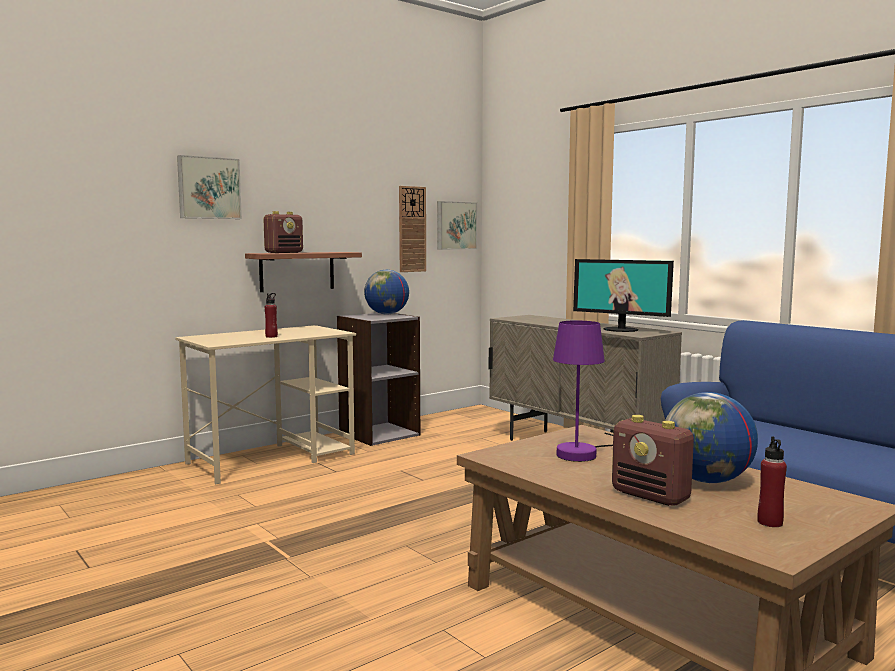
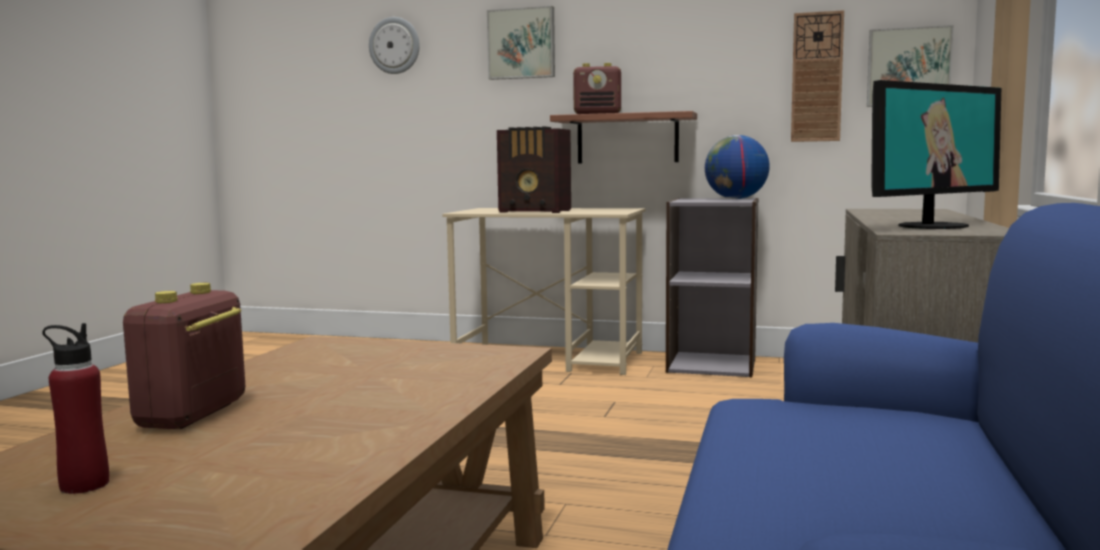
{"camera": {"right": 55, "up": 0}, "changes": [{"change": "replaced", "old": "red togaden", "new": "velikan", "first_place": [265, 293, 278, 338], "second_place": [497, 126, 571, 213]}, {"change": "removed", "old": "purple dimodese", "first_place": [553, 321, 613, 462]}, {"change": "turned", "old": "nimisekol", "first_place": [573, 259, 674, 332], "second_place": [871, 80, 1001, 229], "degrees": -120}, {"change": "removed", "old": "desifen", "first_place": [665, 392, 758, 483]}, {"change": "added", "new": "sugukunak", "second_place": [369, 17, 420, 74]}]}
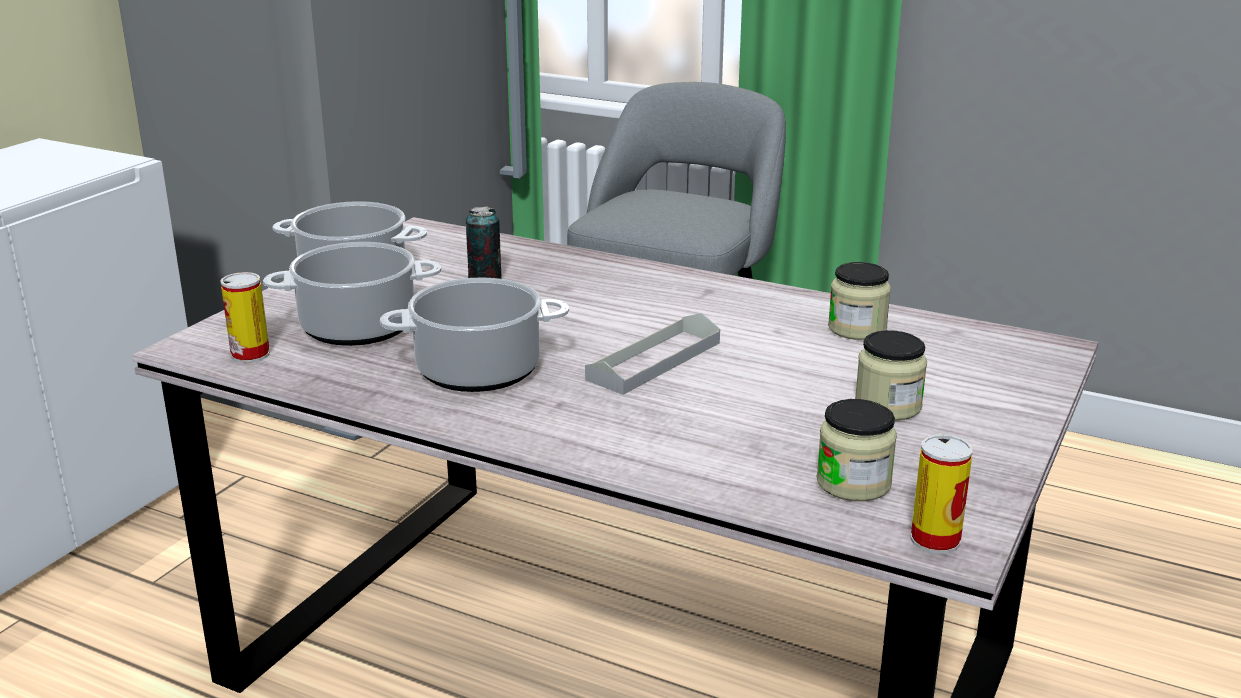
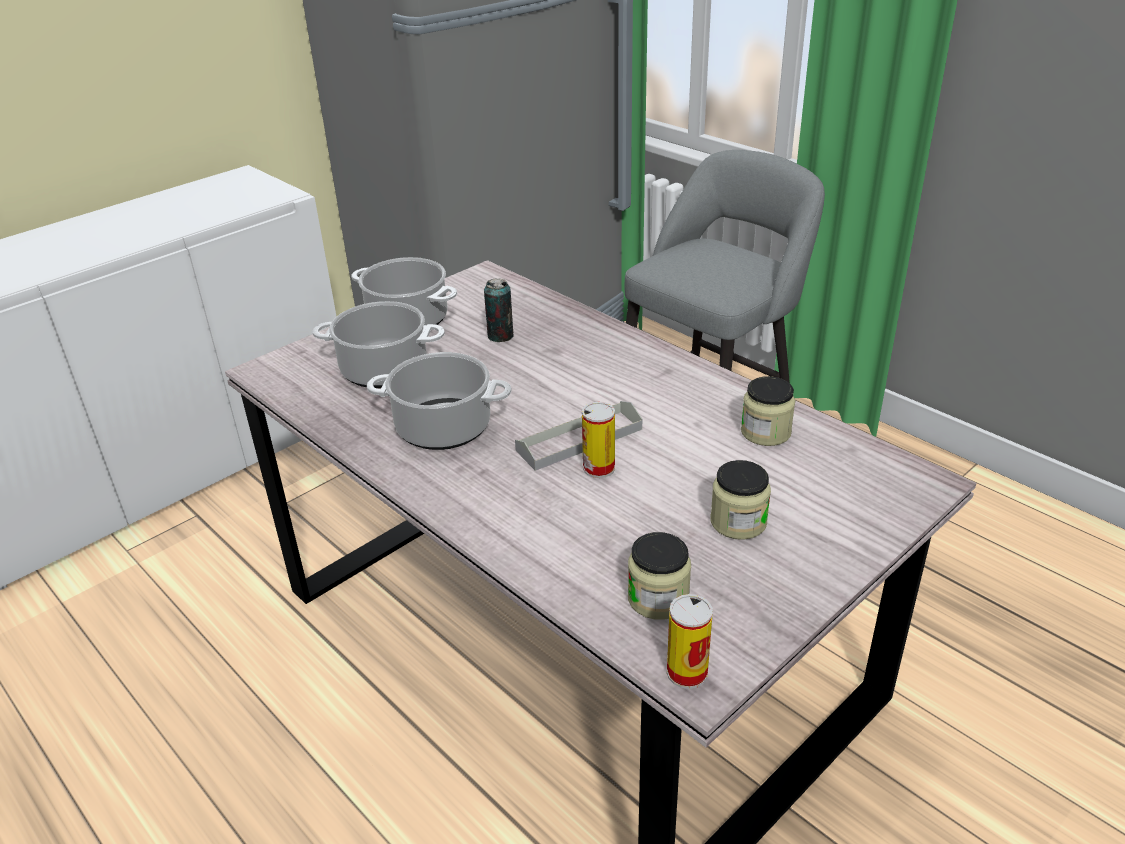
{"camera": {"right": 20, "up": 10}, "changes": [{"change": "moved", "old": "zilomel", "first_place": [220, 272, 270, 363], "second_place": [582, 402, 615, 478]}]}
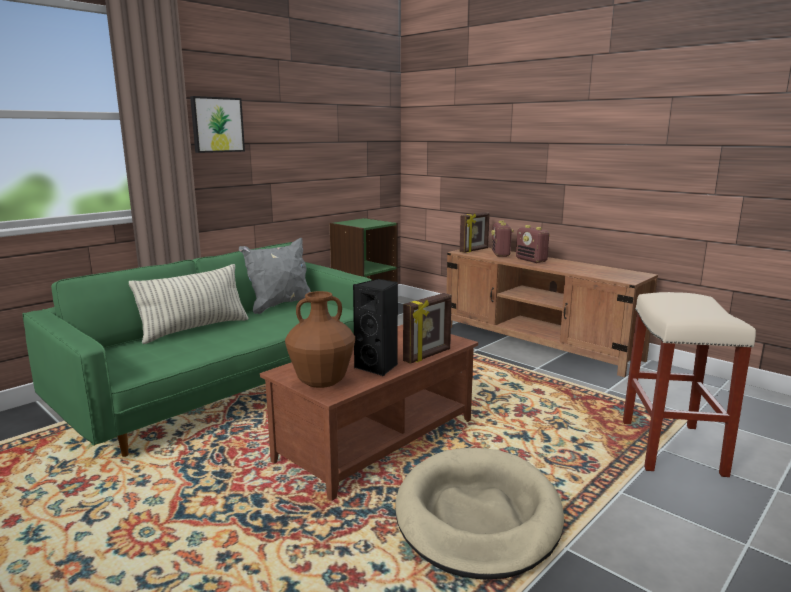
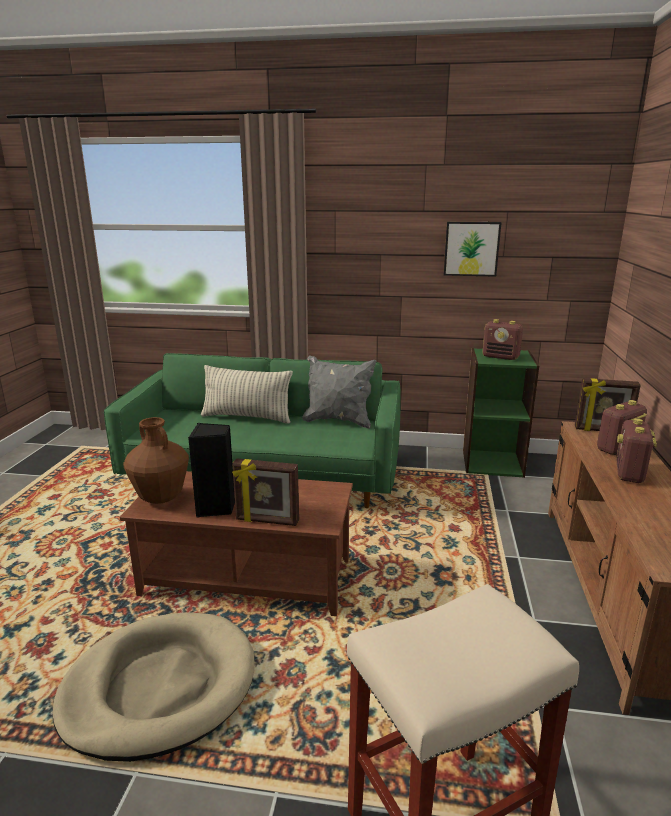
{"camera": {"right": 55, "up": 5}, "changes": [{"change": "moved", "old": "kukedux", "first_place": [190, 96, 245, 153], "second_place": [444, 222, 502, 277]}, {"change": "added", "new": "velikan", "second_place": [483, 319, 523, 360]}]}
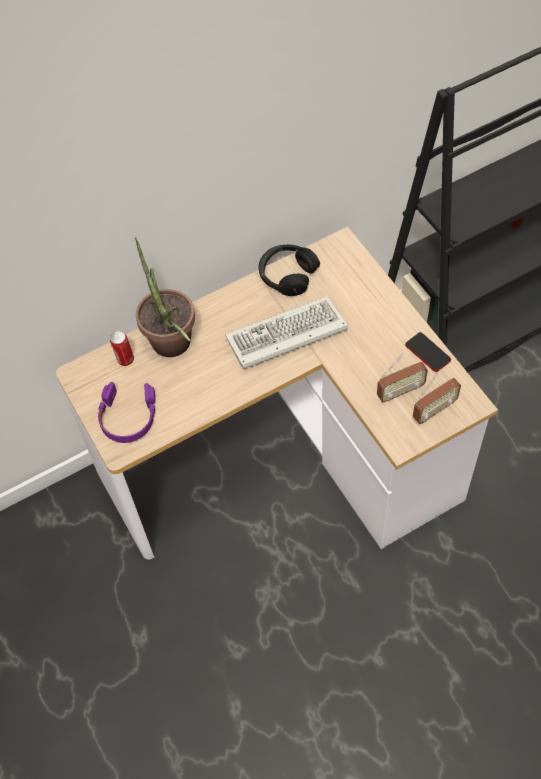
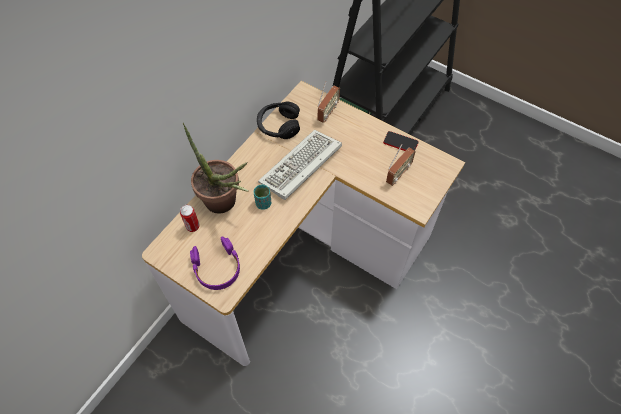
{"camera": {"right": -30, "up": 0}, "changes": [{"change": "moved", "old": "velikan", "first_place": [413, 373, 461, 424], "second_place": [317, 81, 340, 123]}, {"change": "added", "new": "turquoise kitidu", "second_place": [254, 185, 271, 210]}]}
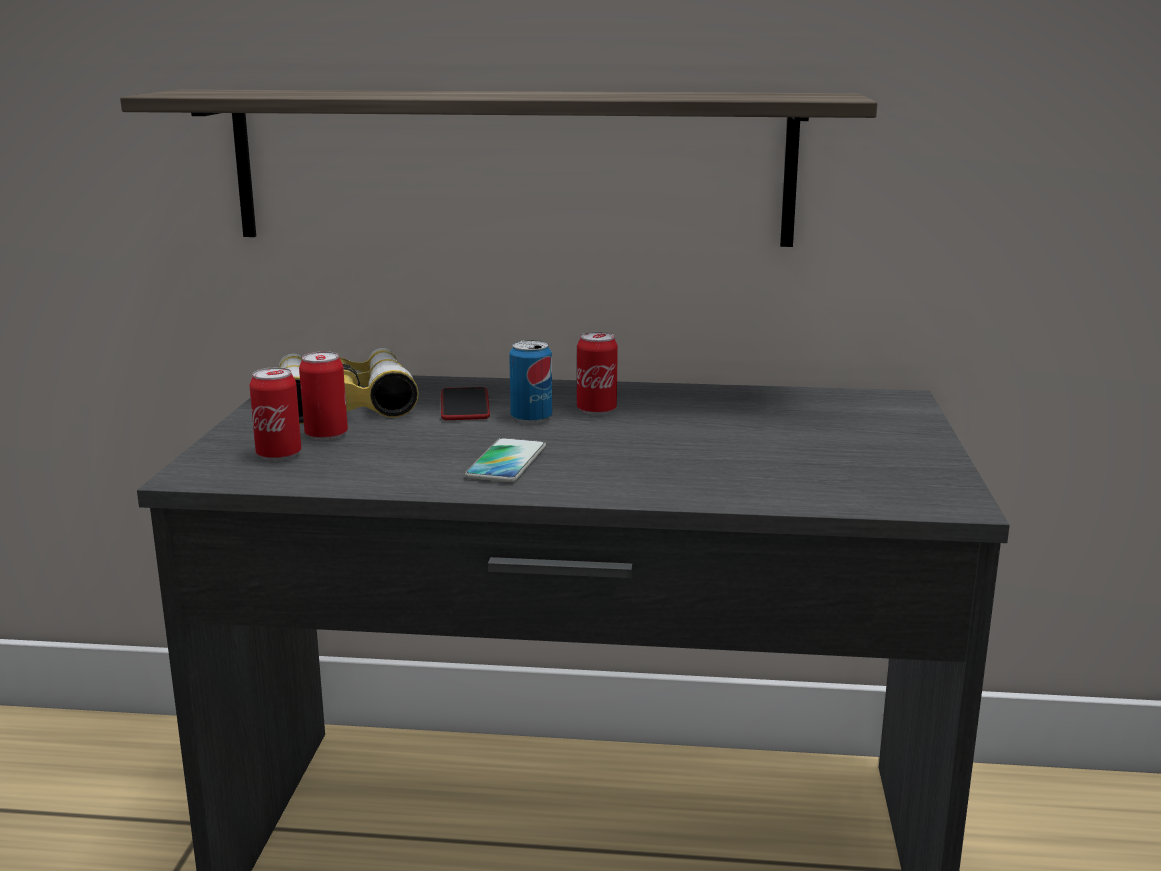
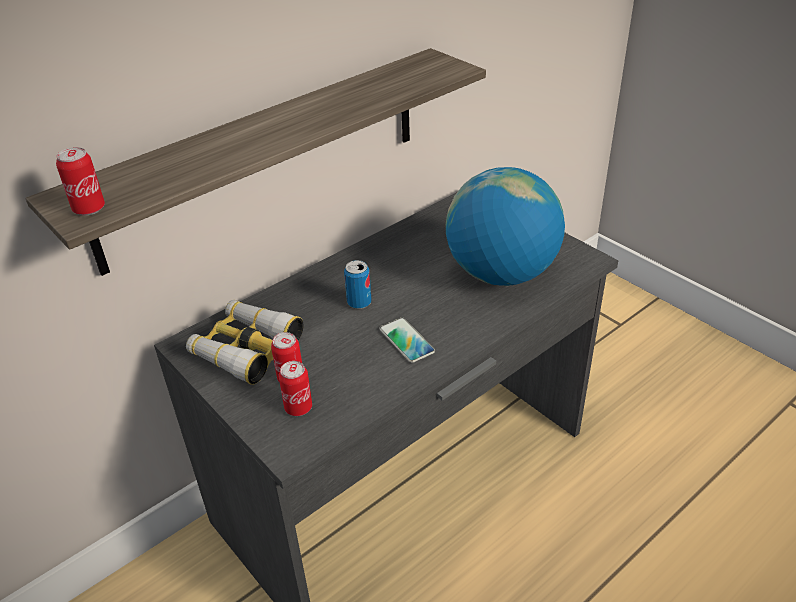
{"camera": {"right": -45, "up": 20}, "changes": [{"change": "removed", "old": "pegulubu", "first_place": [441, 387, 490, 420]}, {"change": "moved", "old": "zilomel", "first_place": [577, 332, 618, 415], "second_place": [56, 147, 105, 216]}, {"change": "added", "new": "desifen", "second_place": [446, 167, 565, 286]}]}
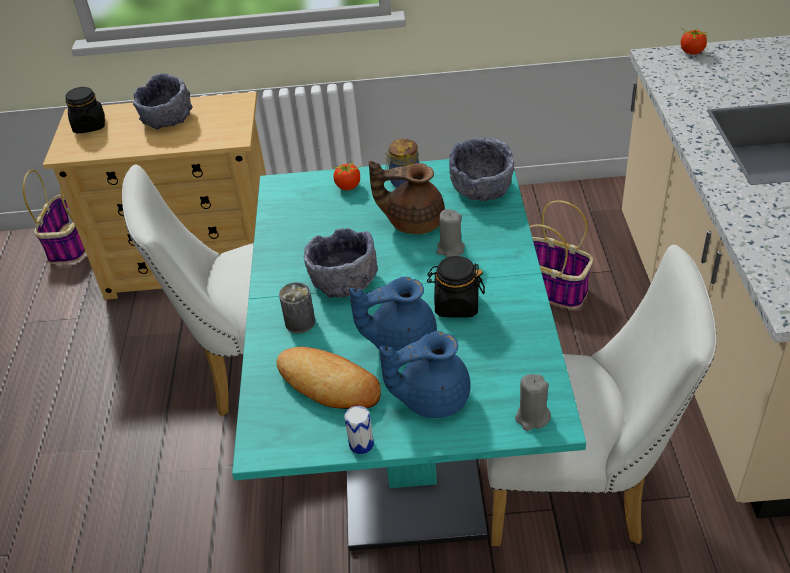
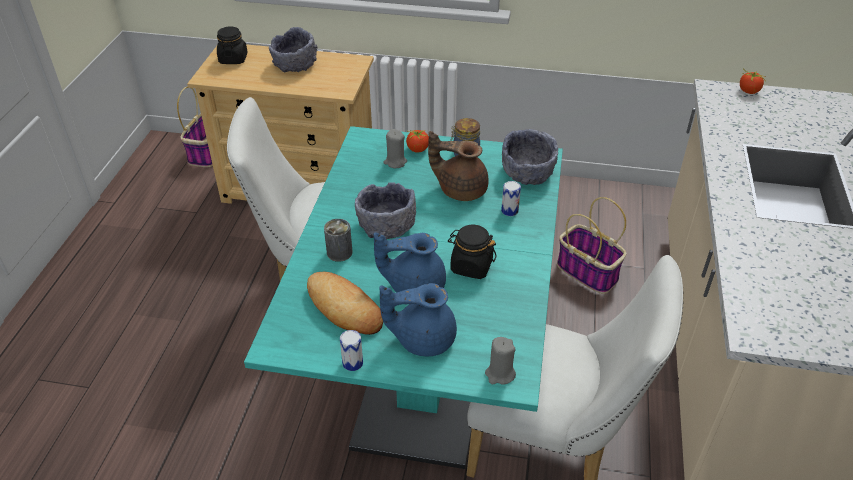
{"camera": {"right": 10, "up": 0}, "changes": [{"change": "moved", "old": "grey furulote", "first_place": [436, 209, 465, 257], "second_place": [383, 129, 407, 168]}, {"change": "added", "new": "zilomel", "second_place": [501, 181, 521, 216]}]}
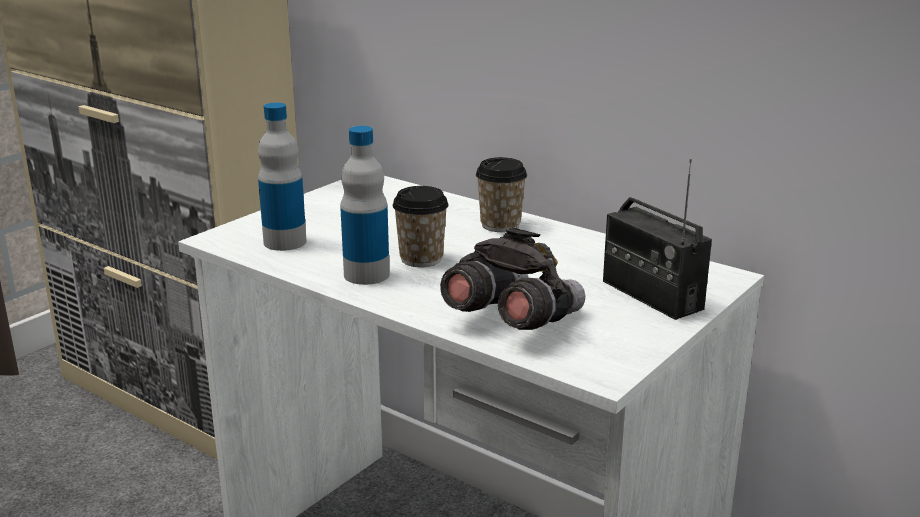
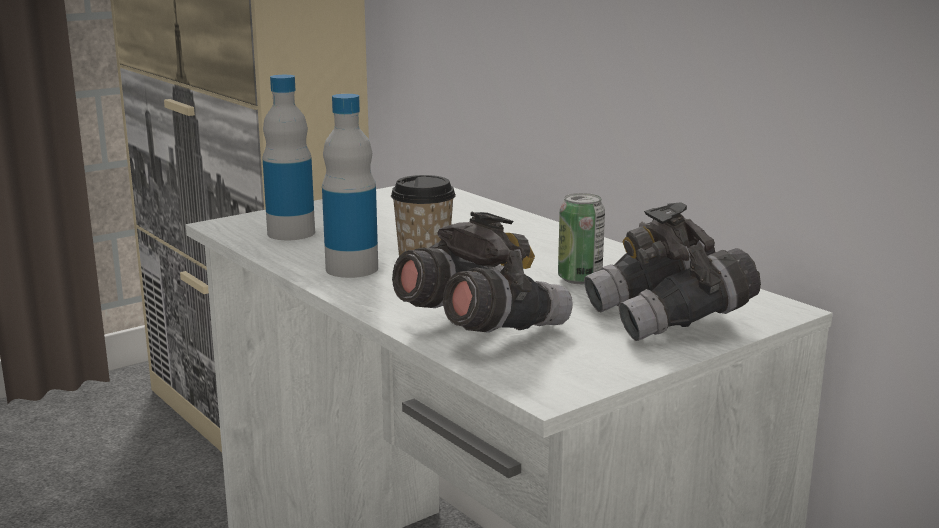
{"camera": {"right": 15, "up": -5}, "changes": [{"change": "removed", "old": "kitidu", "first_place": [476, 157, 527, 232]}, {"change": "replaced", "old": "velikan", "new": "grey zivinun", "first_place": [603, 159, 712, 320], "second_place": [584, 202, 761, 341]}, {"change": "added", "new": "zilomel", "second_place": [558, 193, 605, 284]}]}
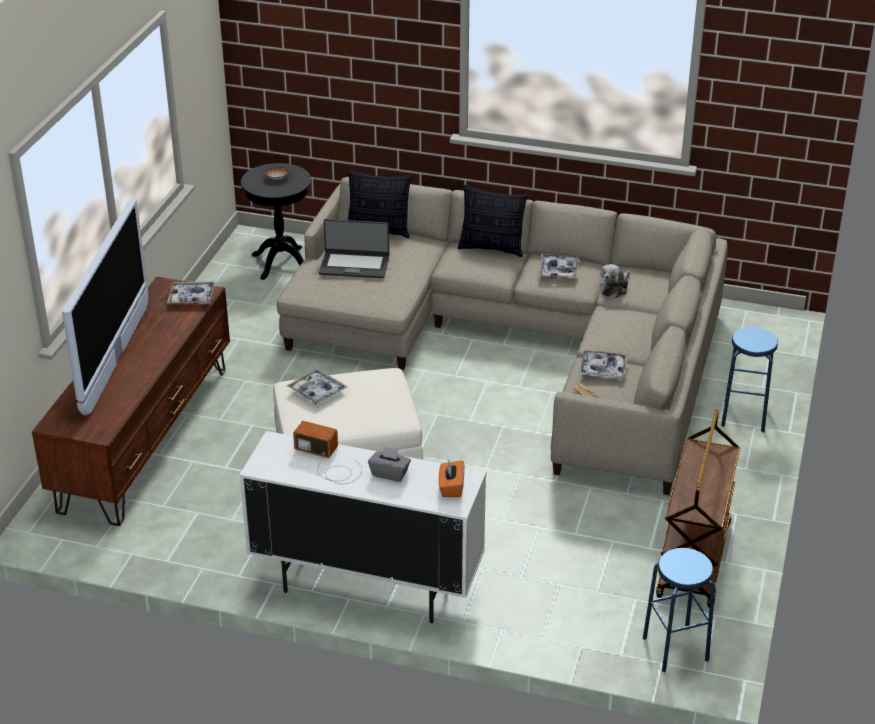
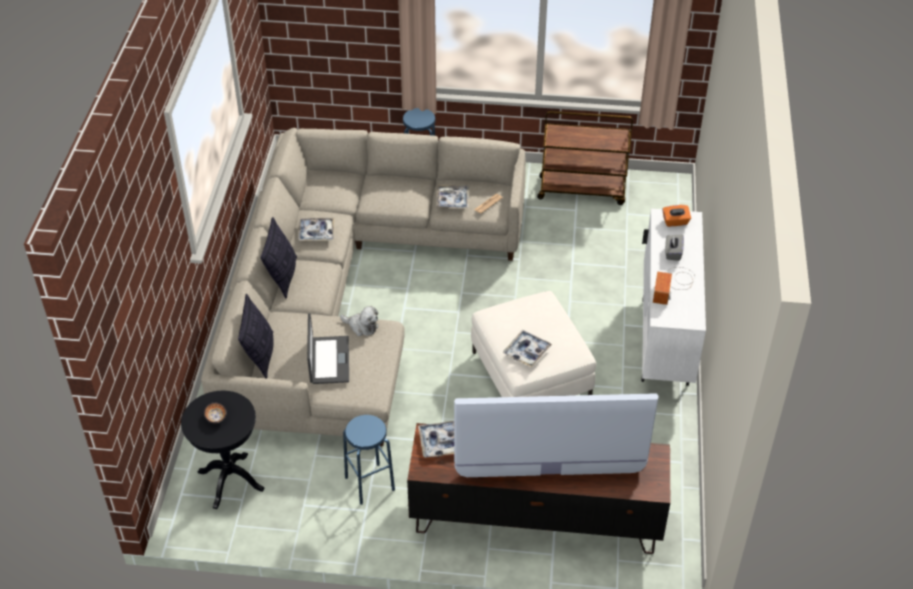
{"camera": {"right": -100, "up": 10}, "changes": [{"change": "moved", "old": "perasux", "first_place": [600, 264, 630, 298], "second_place": [340, 306, 378, 336]}, {"change": "moved", "old": "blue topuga", "first_place": [643, 548, 715, 673], "second_place": [343, 415, 395, 505]}]}
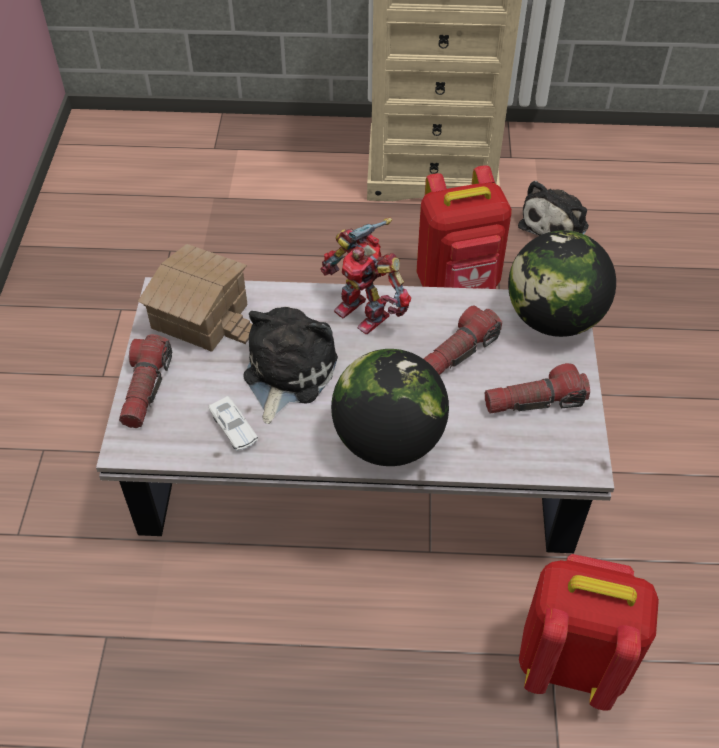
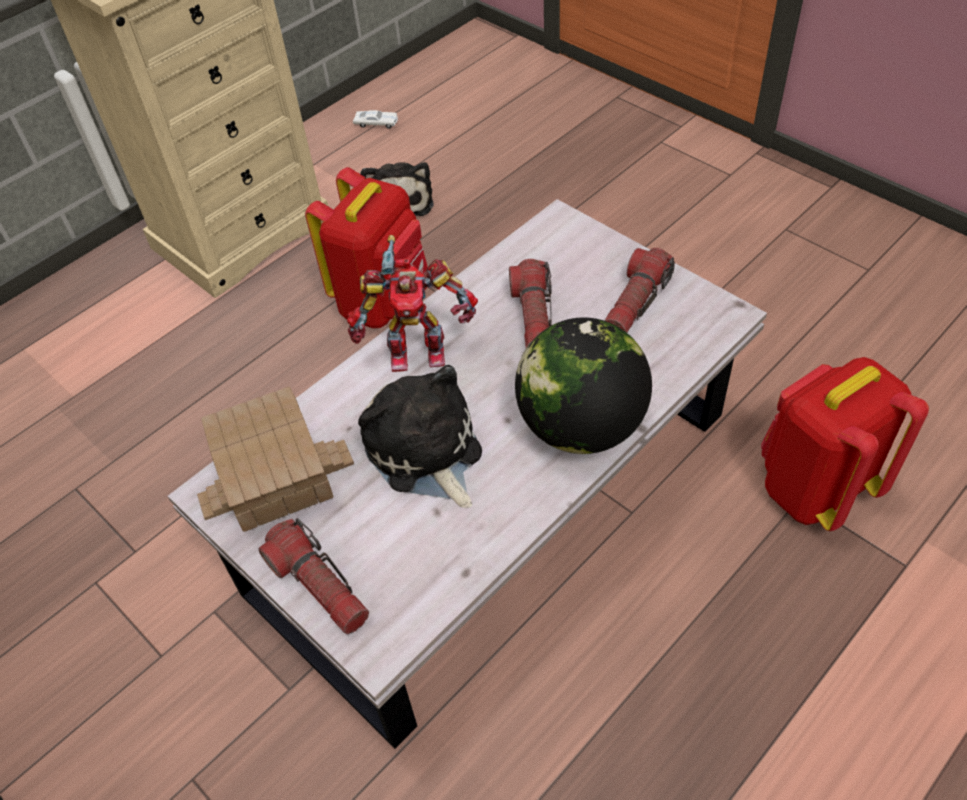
{"camera": {"right": -45, "up": 0}, "changes": [{"change": "moved", "old": "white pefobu", "first_place": [208, 396, 258, 451], "second_place": [353, 110, 398, 129]}, {"change": "removed", "old": "desifen", "first_place": [508, 230, 616, 337]}]}
